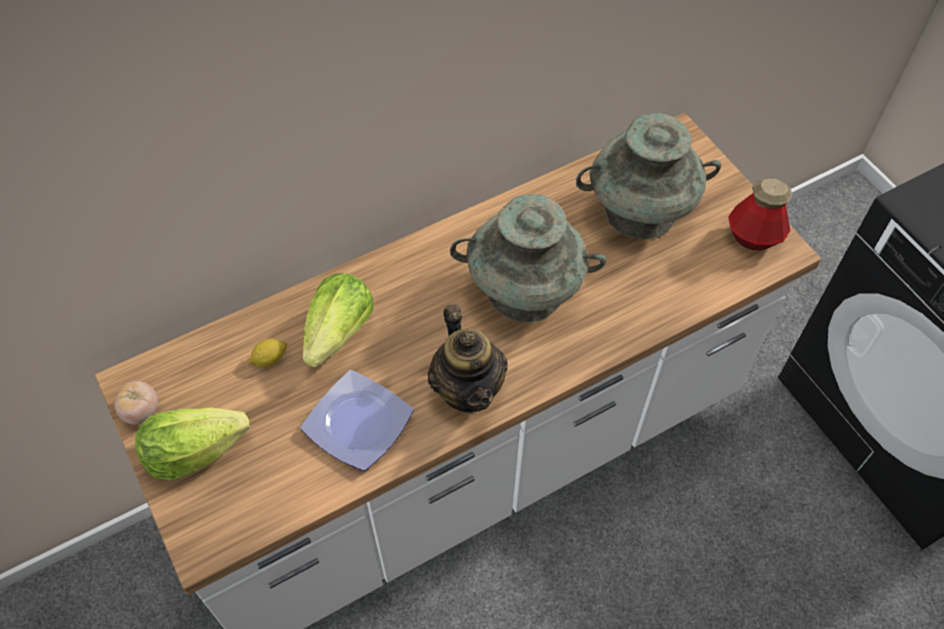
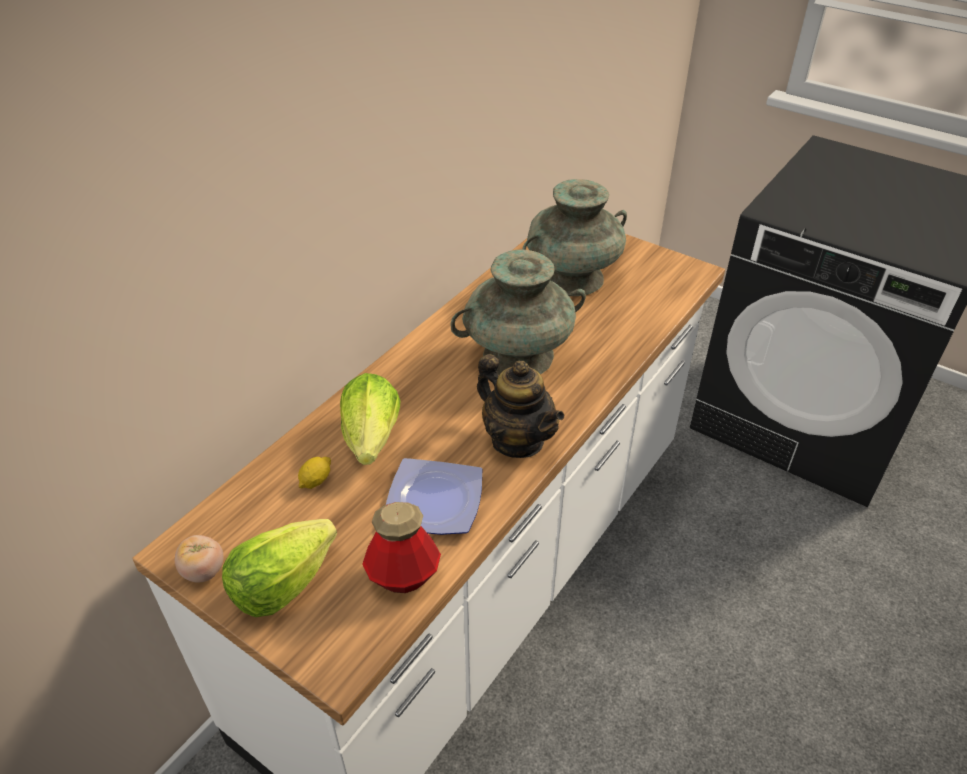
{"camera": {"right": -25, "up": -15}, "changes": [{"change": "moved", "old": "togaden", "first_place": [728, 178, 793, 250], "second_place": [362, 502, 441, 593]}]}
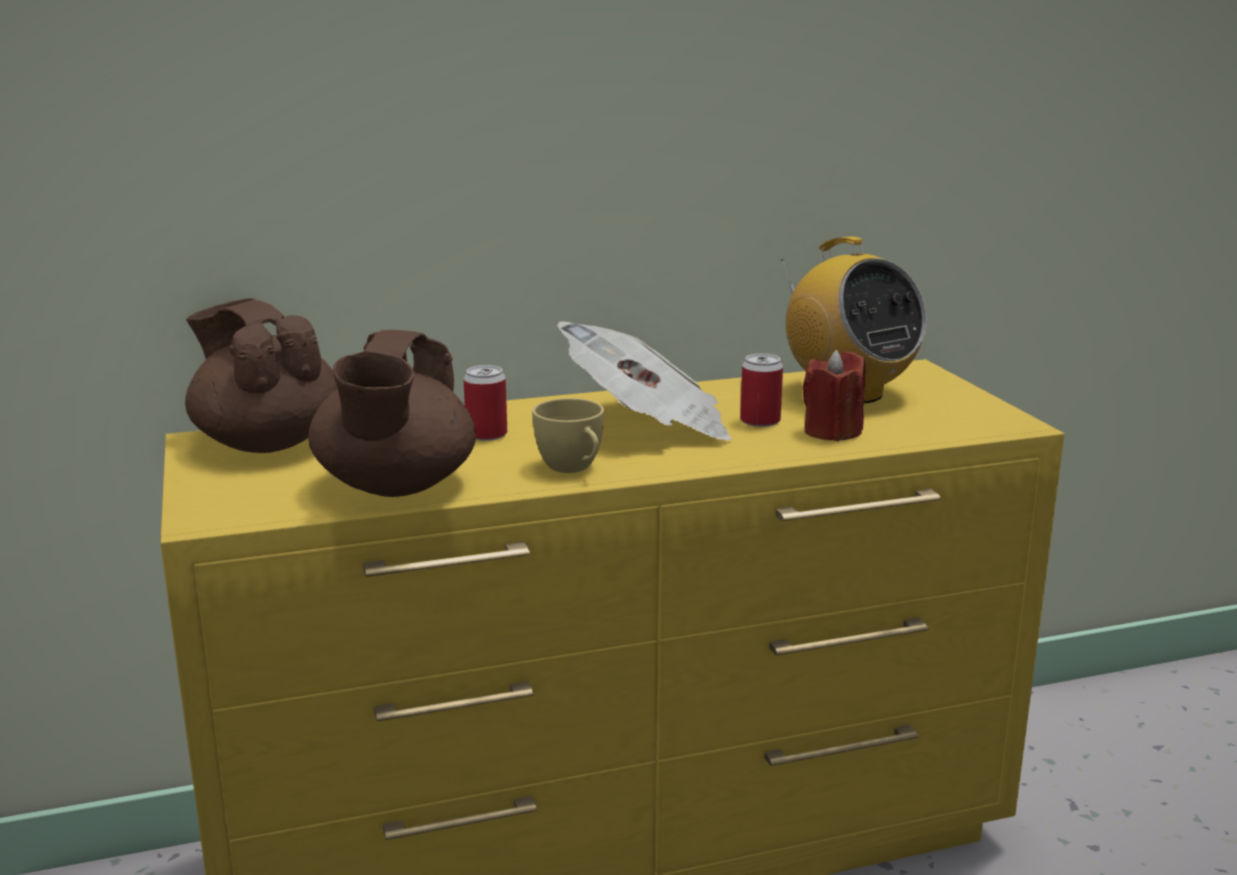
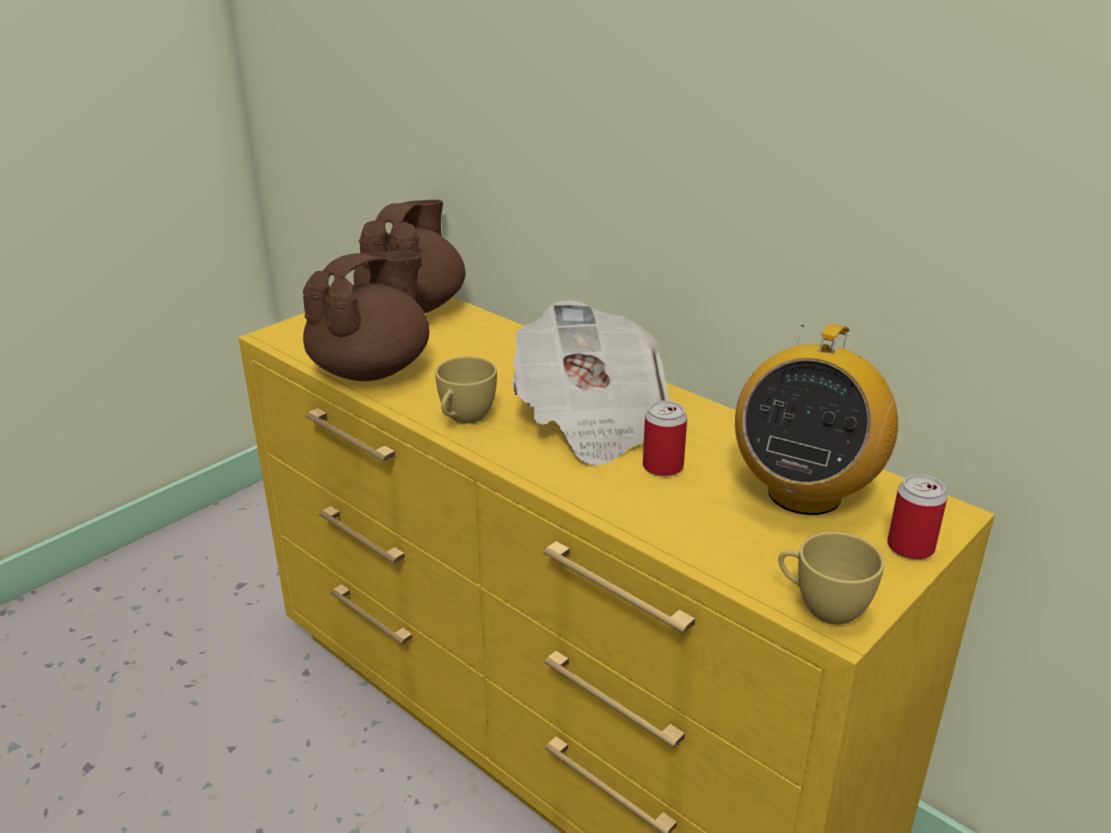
{"camera": {"right": 60, "up": 10}, "changes": [{"change": "turned", "old": "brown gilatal", "first_place": [308, 330, 475, 497], "second_place": [303, 251, 429, 381], "degrees": 150}, {"change": "moved", "old": "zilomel", "first_place": [464, 365, 507, 441], "second_place": [887, 474, 948, 560]}, {"change": "removed", "old": "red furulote", "first_place": [802, 350, 865, 441]}, {"change": "added", "new": "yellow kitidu", "second_place": [778, 532, 884, 625]}]}
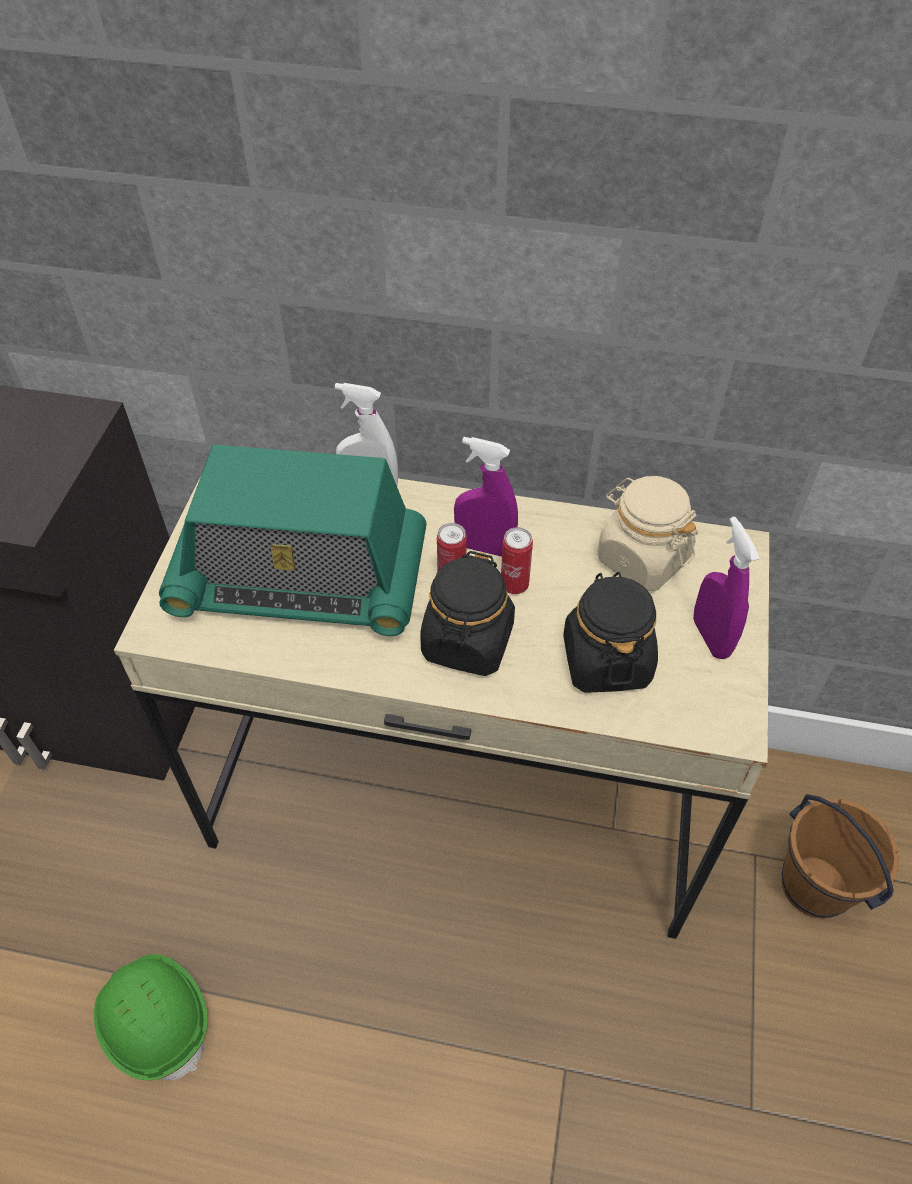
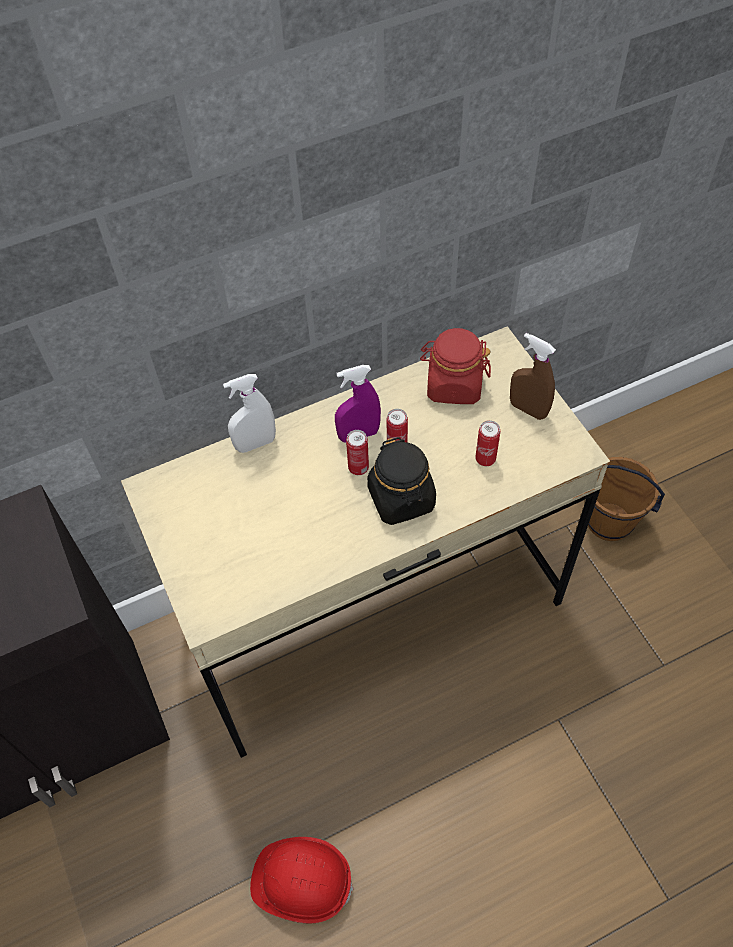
{"camera": {"right": -35, "up": 5}, "changes": [{"change": "recoloured", "old": "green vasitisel", "new": "red vasitisel", "first_place": [94, 954, 208, 1080], "second_place": [250, 837, 353, 923]}, {"change": "removed", "old": "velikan", "first_place": [159, 445, 426, 636]}, {"change": "replaced", "old": "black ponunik", "new": "zilomel", "first_place": [563, 572, 658, 693], "second_place": [475, 420, 500, 466]}, {"change": "recoloured", "old": "beige ponunik", "new": "red ponunik", "first_place": [598, 476, 698, 591], "second_place": [420, 328, 491, 404]}, {"change": "recoloured", "old": "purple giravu", "new": "brown giravu", "first_place": [693, 516, 760, 659], "second_place": [510, 333, 556, 420]}]}
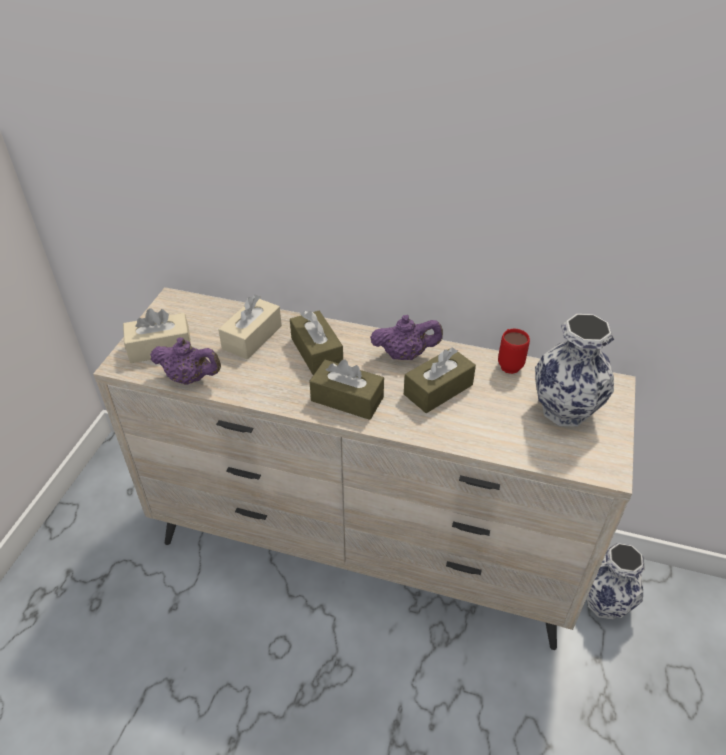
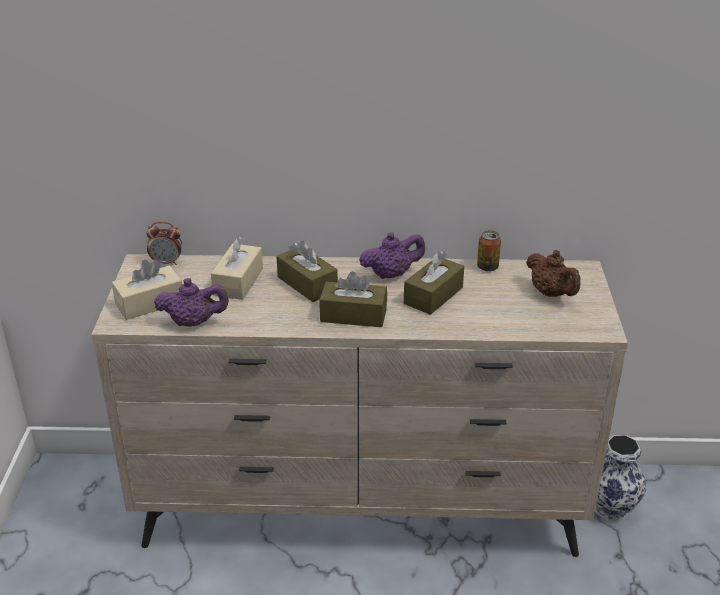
{"camera": {"right": -15, "up": -10}, "changes": [{"change": "replaced", "old": "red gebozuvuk", "new": "zilomel", "first_place": [498, 329, 530, 374], "second_place": [477, 231, 501, 272]}, {"change": "replaced", "old": "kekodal", "new": "brown gilatal", "first_place": [535, 314, 614, 427], "second_place": [526, 250, 580, 297]}, {"change": "added", "new": "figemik", "second_place": [146, 222, 182, 265]}]}
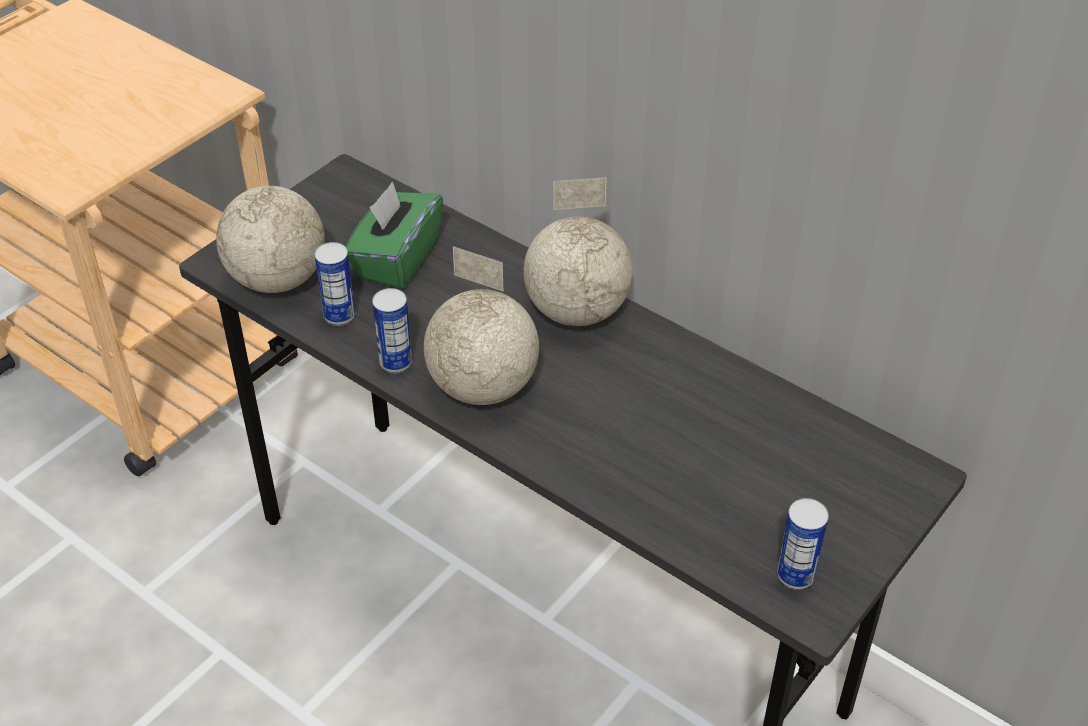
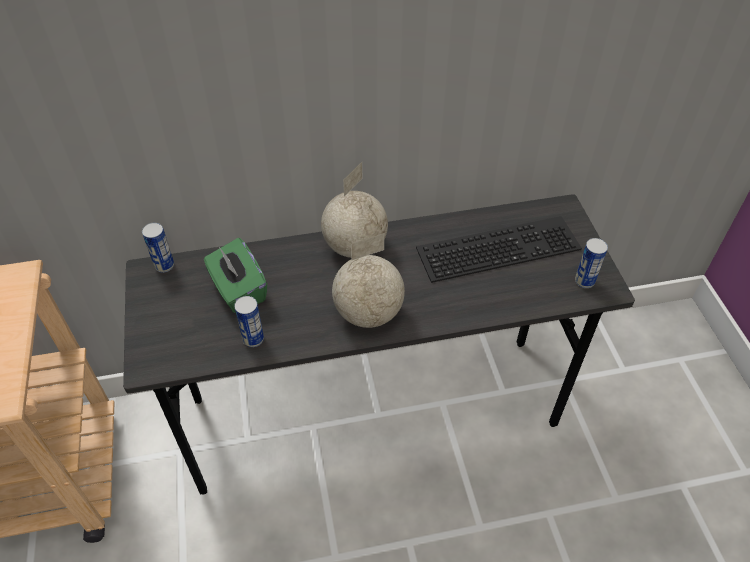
{"camera": {"right": -50, "up": 5}, "changes": [{"change": "removed", "old": "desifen", "first_place": [216, 137, 325, 293]}, {"change": "moved", "old": "zilomel", "first_place": [372, 288, 412, 374], "second_place": [142, 223, 174, 273]}, {"change": "added", "new": "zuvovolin", "second_place": [416, 216, 582, 283]}]}
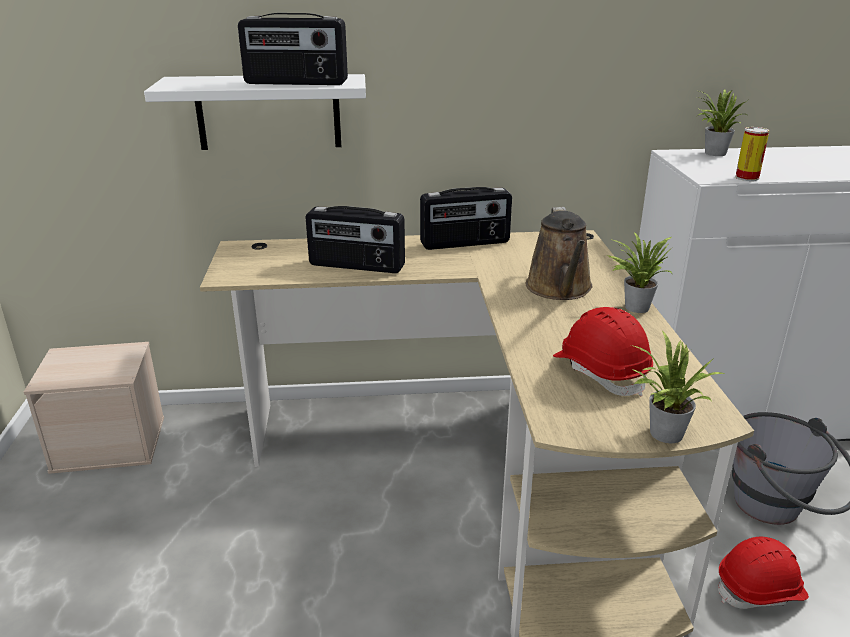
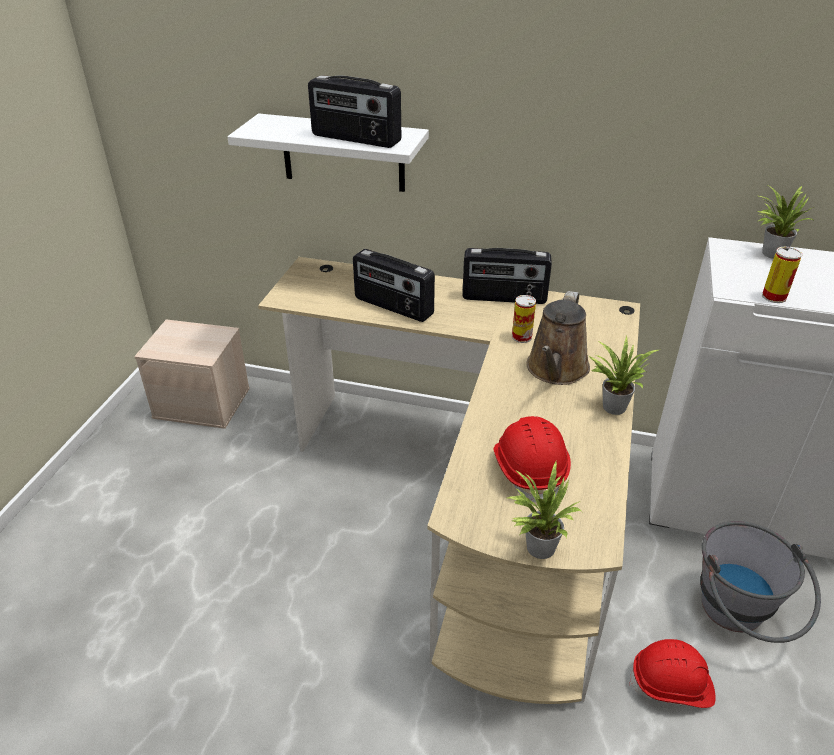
{"camera": {"right": 20, "up": 10}, "changes": [{"change": "added", "new": "zilomel", "second_place": [512, 295, 536, 343]}]}
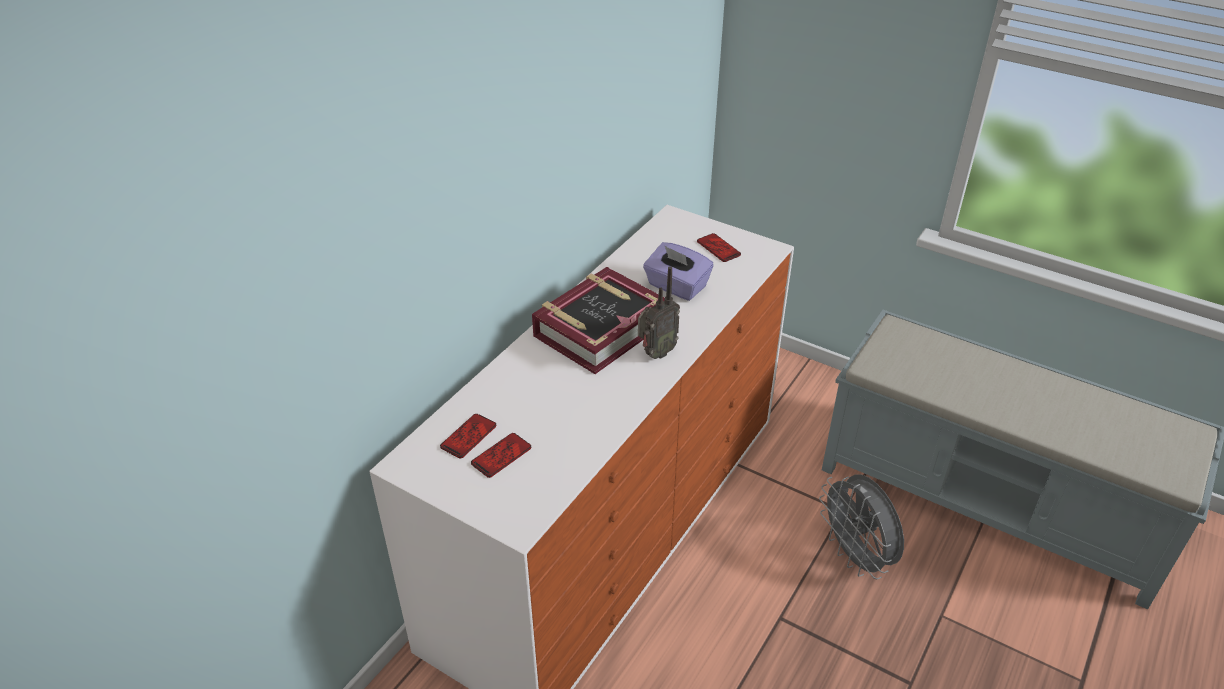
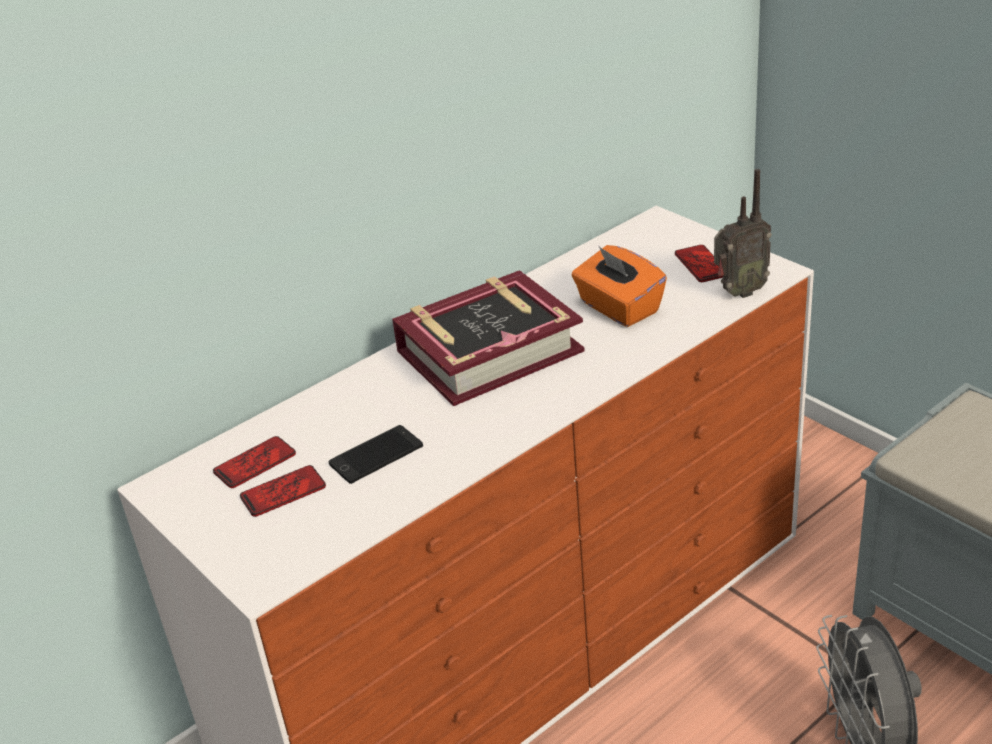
{"camera": {"right": 20, "up": -5}, "changes": [{"change": "moved", "old": "velikan", "first_place": [638, 266, 680, 359], "second_place": [714, 169, 772, 298]}, {"change": "recoloured", "old": "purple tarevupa", "new": "orange tarevupa", "first_place": [643, 242, 714, 301], "second_place": [571, 245, 667, 327]}, {"change": "added", "new": "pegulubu", "second_place": [328, 425, 423, 484]}]}
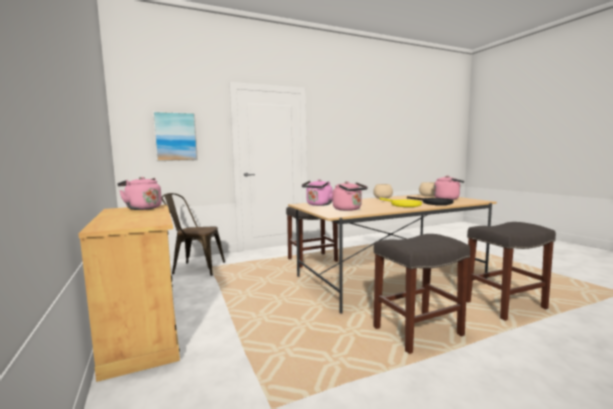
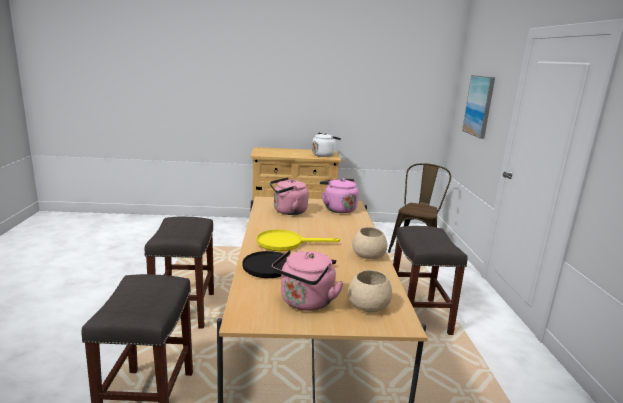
{"camera": {"right": 110, "up": 10}, "changes": [{"change": "recoloured", "old": "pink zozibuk", "new": "white zozibuk", "first_place": [117, 177, 162, 210], "second_place": [312, 132, 341, 157]}]}
